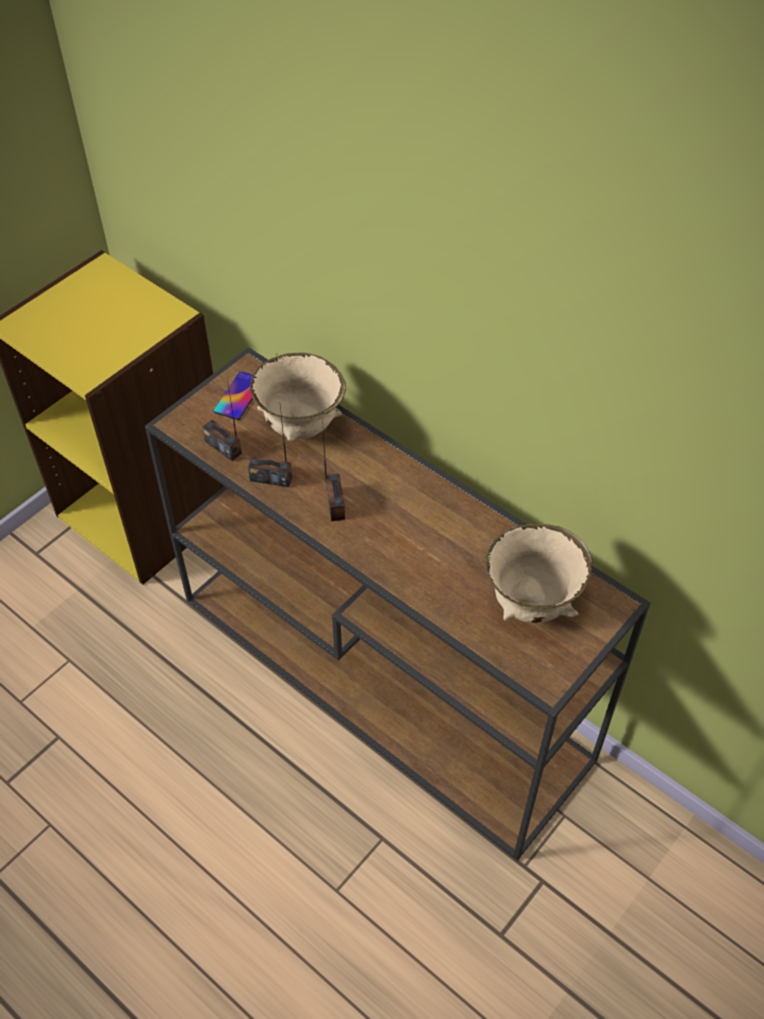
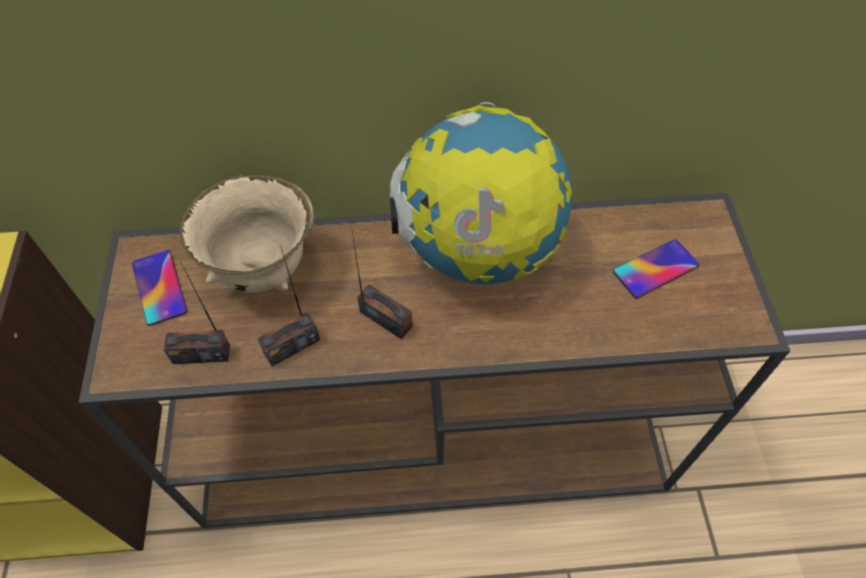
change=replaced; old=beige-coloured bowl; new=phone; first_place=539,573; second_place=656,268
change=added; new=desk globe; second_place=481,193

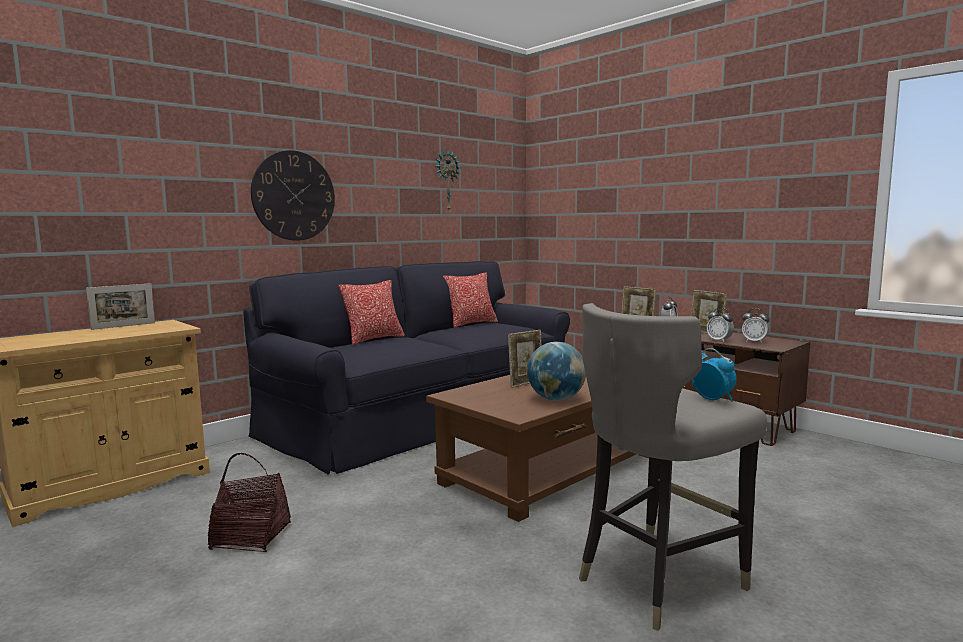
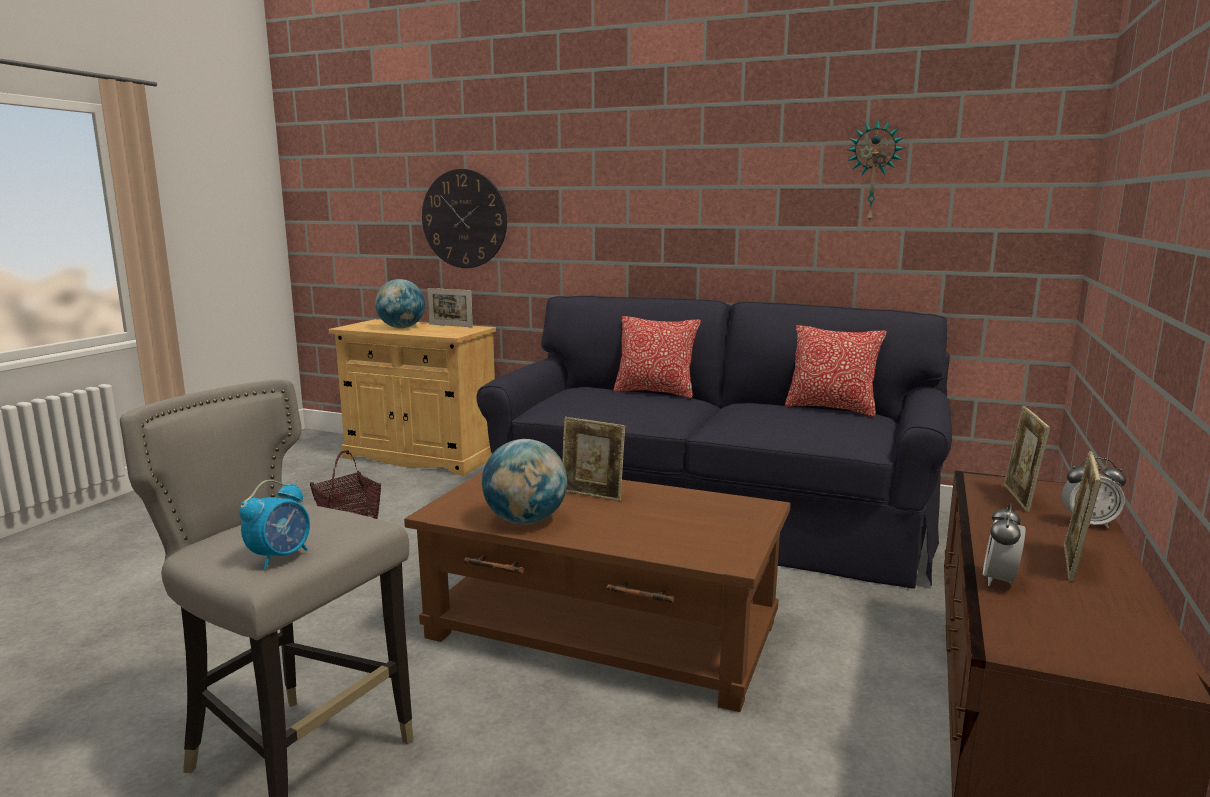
change=moved; old=wall clock; first_place=293,195; second_place=464,218
change=removed; old=table clock; first_place=756,326
change=added; new=desk globe; second_place=400,303

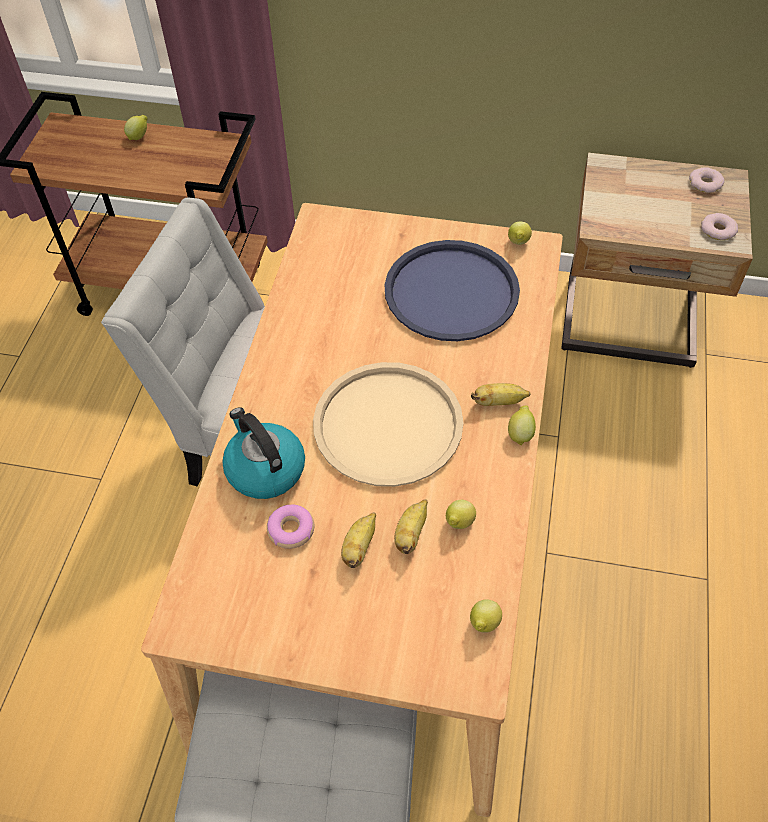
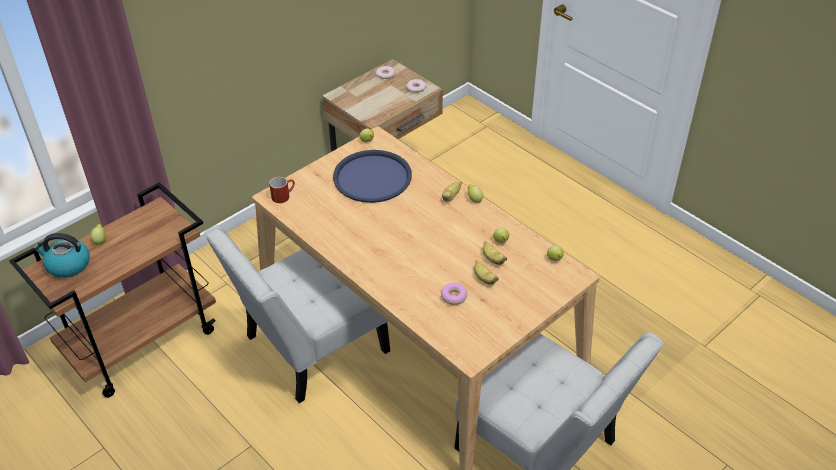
change=moved; old=tea kettle; first_place=263,453; second_place=61,255
change=removed; old=beige-coloured tray; first_place=388,424
change=added; new=red-coloured coffee mug; second_place=282,190

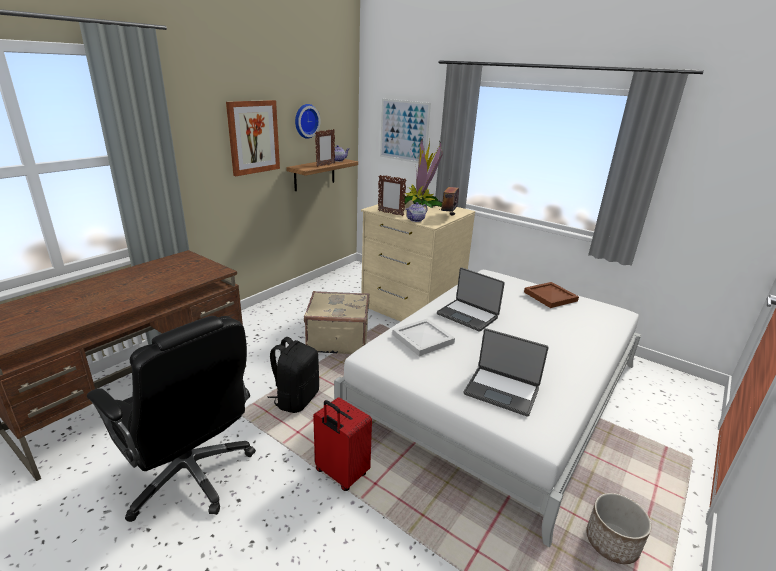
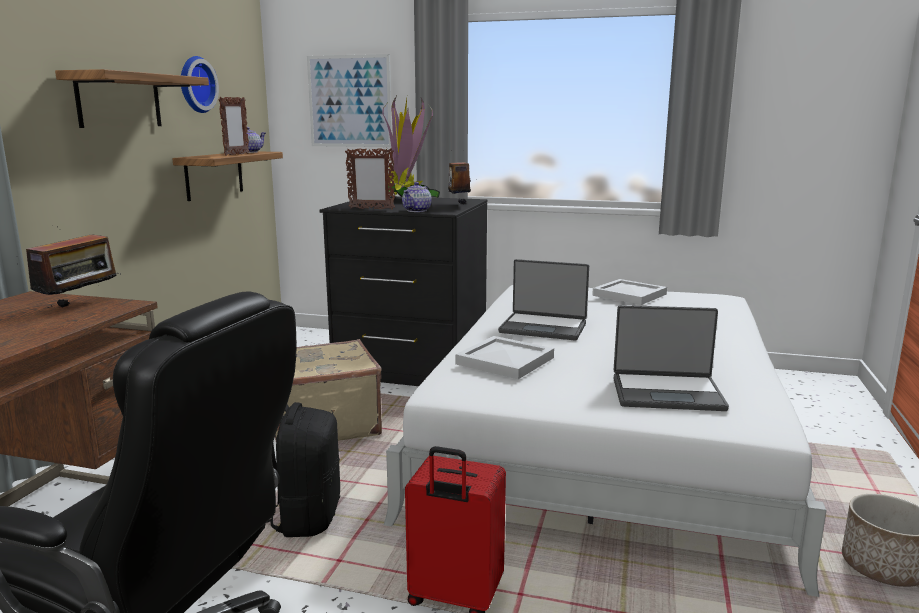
change=replaced; old=picture; new=shelf; first_place=253,138; second_place=132,98
change=recoloured; old=beige-coloured drawer chest; new=black drawer chest; first_place=418,258; second_place=403,291
change=recoloured; old=brownish tray; new=whitish tray; first_place=551,295; second_place=629,292
change=added; new=radio set; second_place=74,267

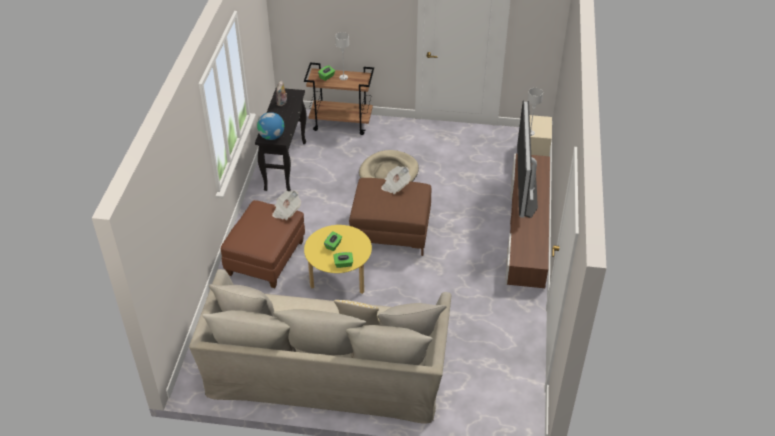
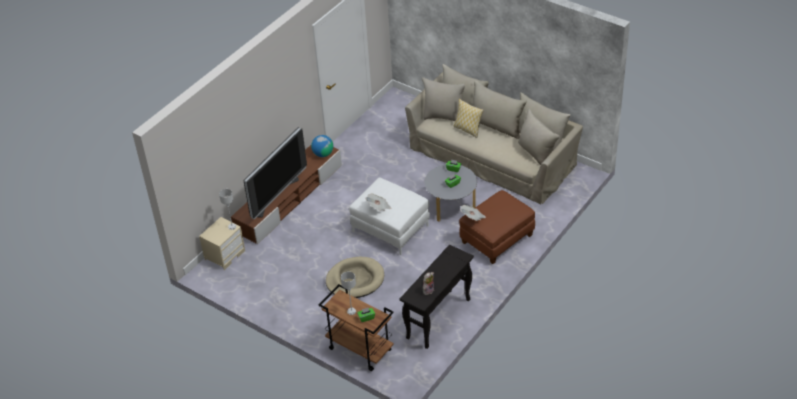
change=moved; old=desk globe; first_place=270,126; second_place=322,146
change=recoloured; old=yellow lounge table; new=greyish lounge table; first_place=338,259; second_place=451,192
change=recoloured; old=brownish footrest; new=whitish footrest; first_place=390,217; second_place=389,216

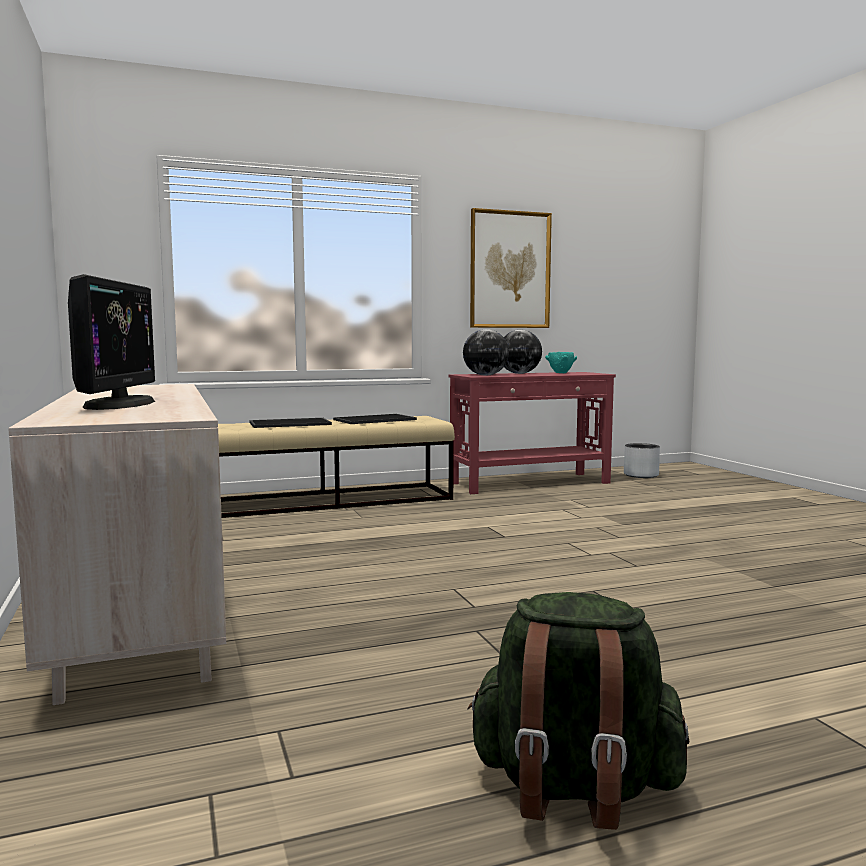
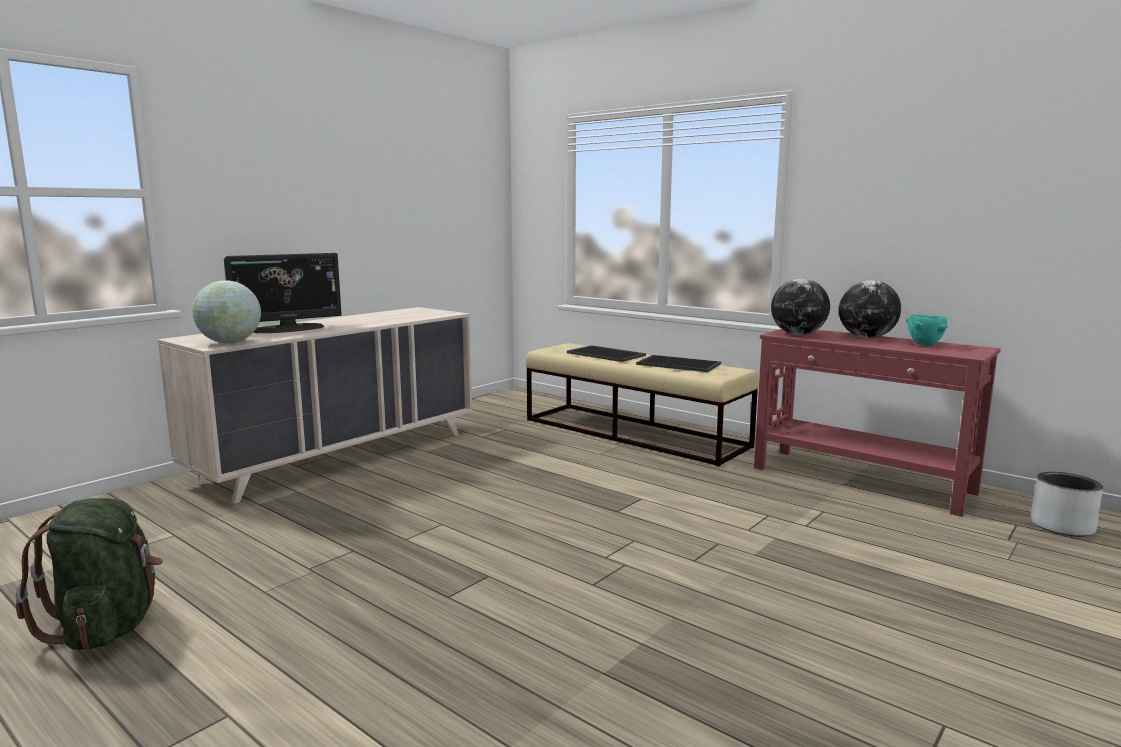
change=removed; old=picture; first_place=511,268
change=added; new=desk globe; second_place=226,311

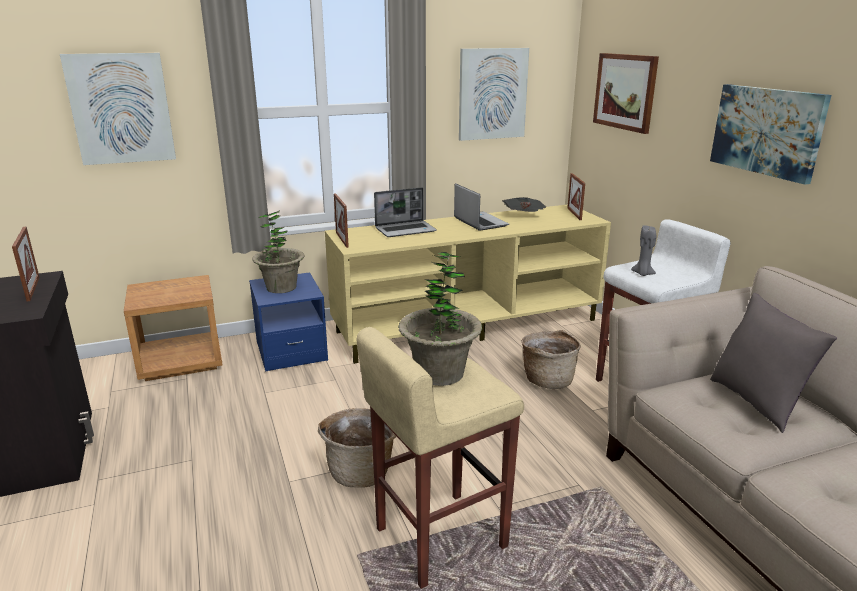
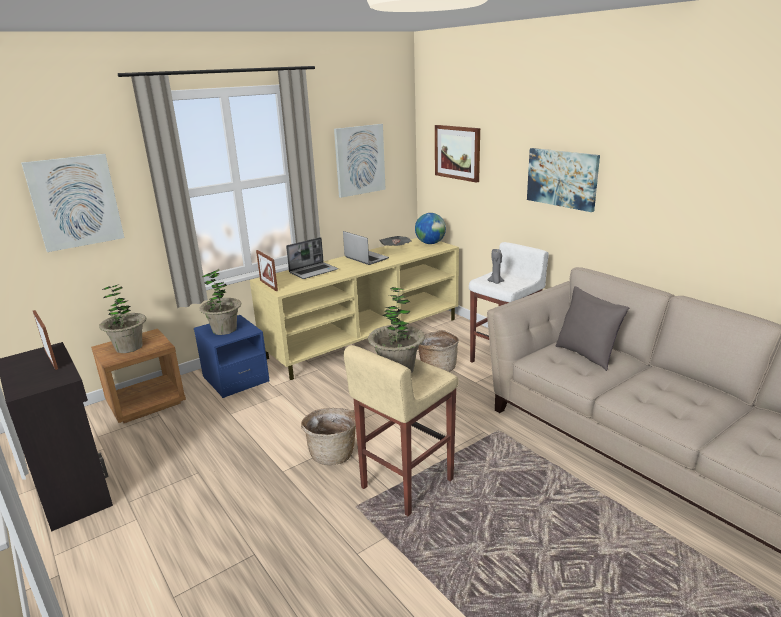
change=replaced; old=picture frame; new=desk globe; first_place=576,196; second_place=430,228
change=added; new=potted plant; second_place=122,318

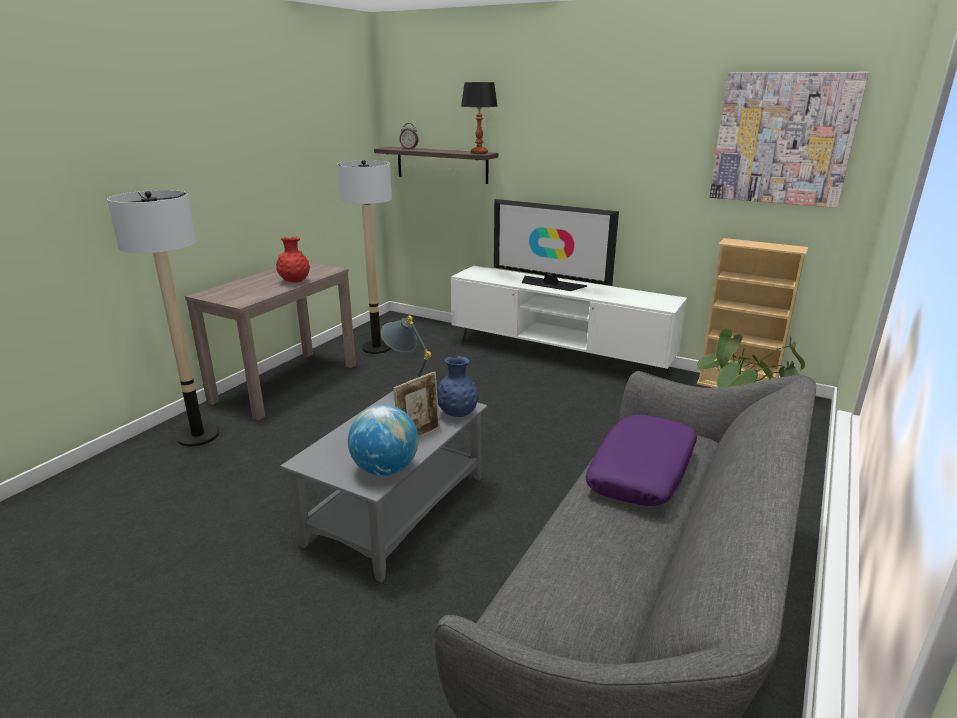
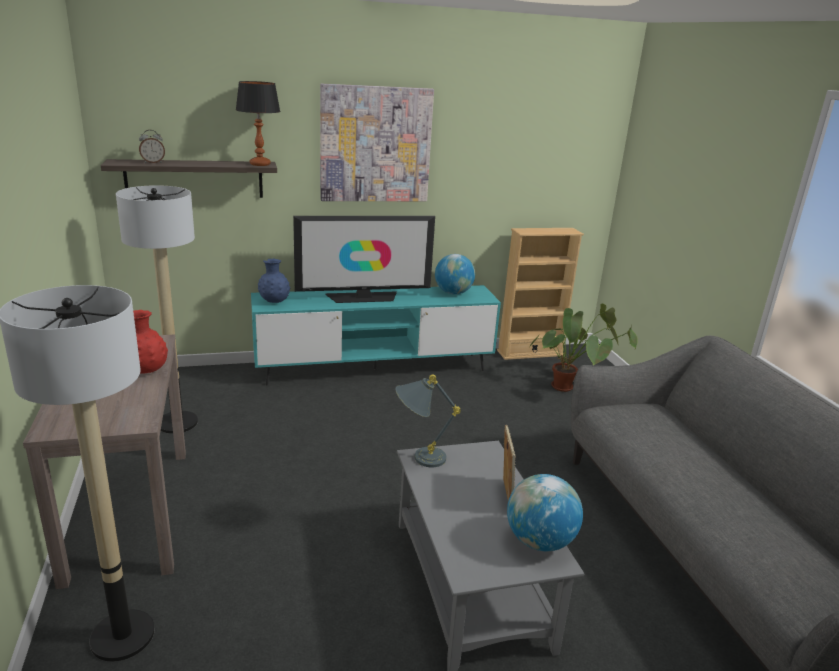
change=moved; old=bluish decorative vase; first_place=458,386; second_place=274,281
change=recoloured; old=whitish tv unit; new=blue-green tv unit; first_place=569,321; second_place=376,335
change=removed; old=purple pillow; first_place=641,460
change=moved; old=picture; first_place=789,140; second_place=377,142
change=added; new=desk globe; second_place=455,274

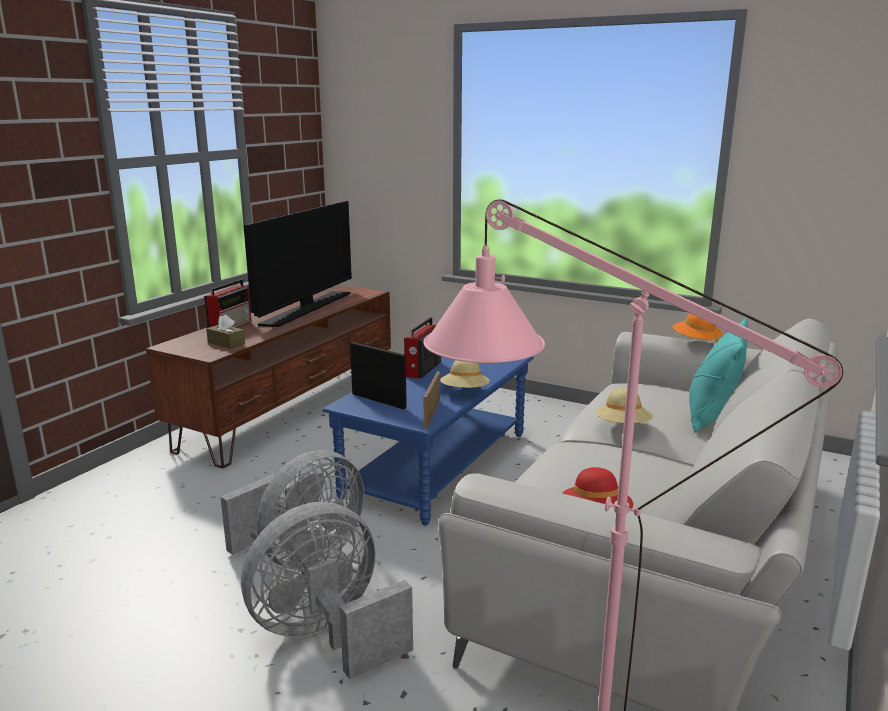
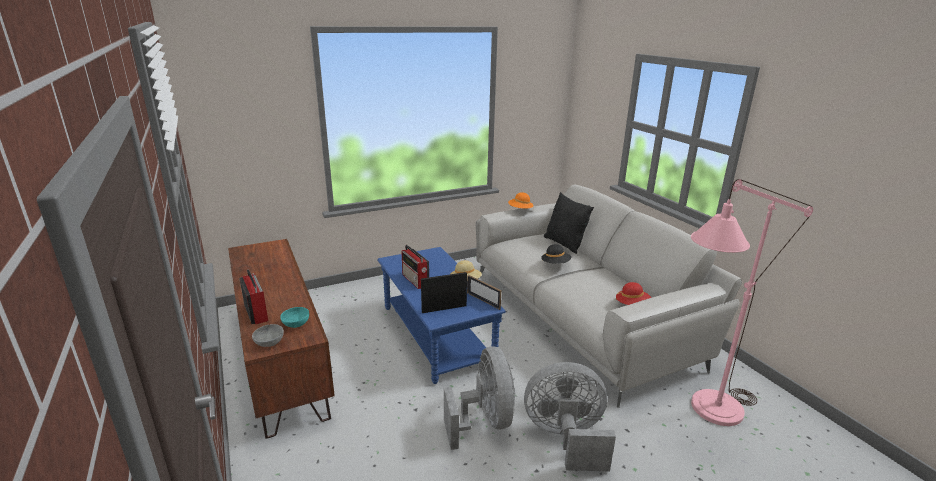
change=replaced; old=brownish tissue box; new=blue-green bowl; first_place=225,331; second_place=294,317
change=turned; old=greyish electric fan; first_place=327,590; second_place=570,416; degrees=90
change=removed; old=TV set; first_place=297,264
change=recoloured; old=beige-coloured hat; new=black hat; first_place=624,405; second_place=556,254
change=recoloured; old=blue-green pillow; new=black pillow; first_place=718,375; second_place=569,223
change=added; new=greyish bowl; second_place=268,335

